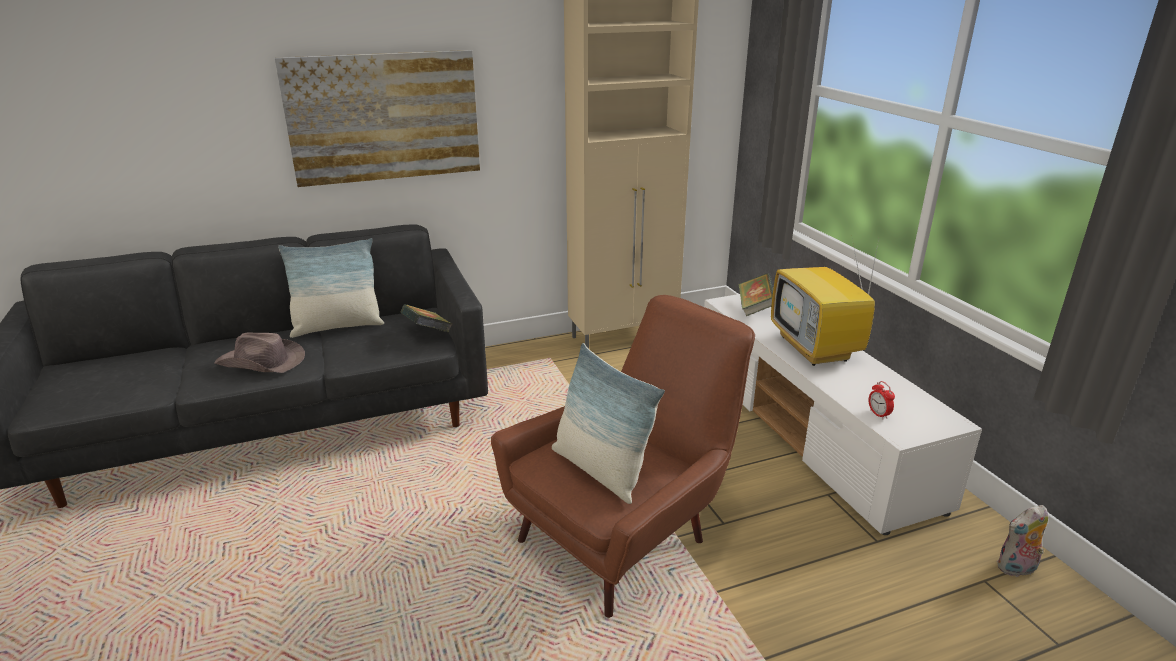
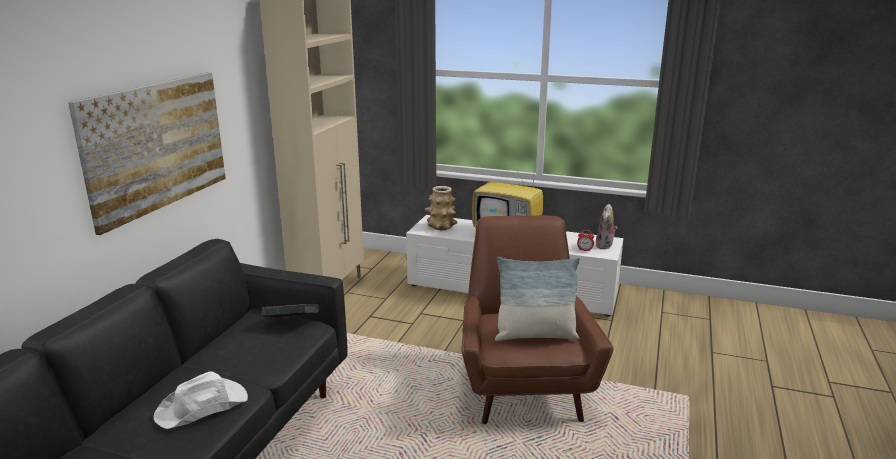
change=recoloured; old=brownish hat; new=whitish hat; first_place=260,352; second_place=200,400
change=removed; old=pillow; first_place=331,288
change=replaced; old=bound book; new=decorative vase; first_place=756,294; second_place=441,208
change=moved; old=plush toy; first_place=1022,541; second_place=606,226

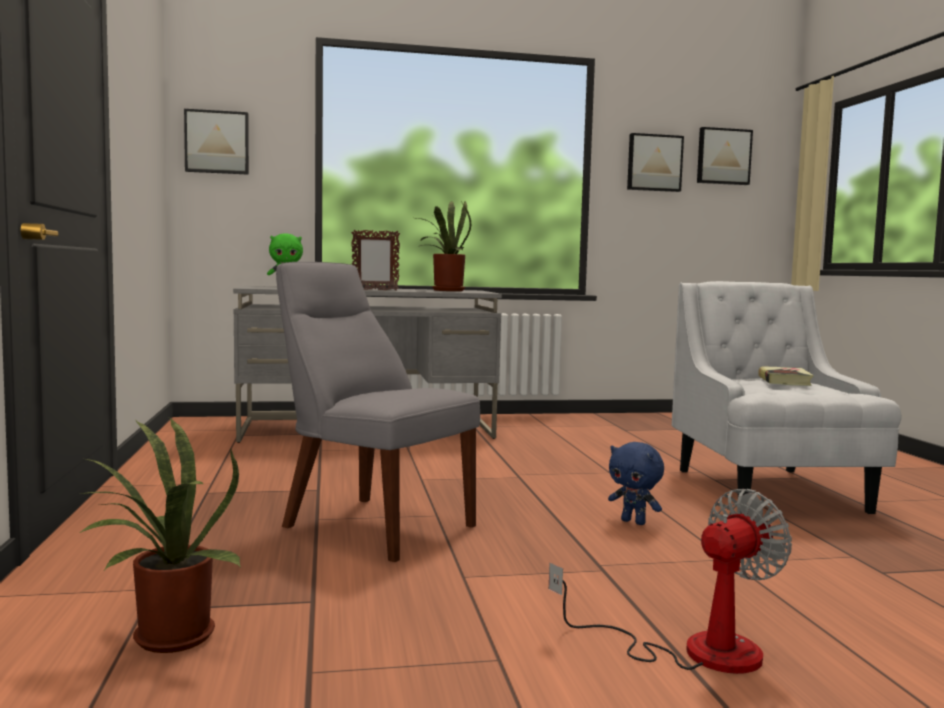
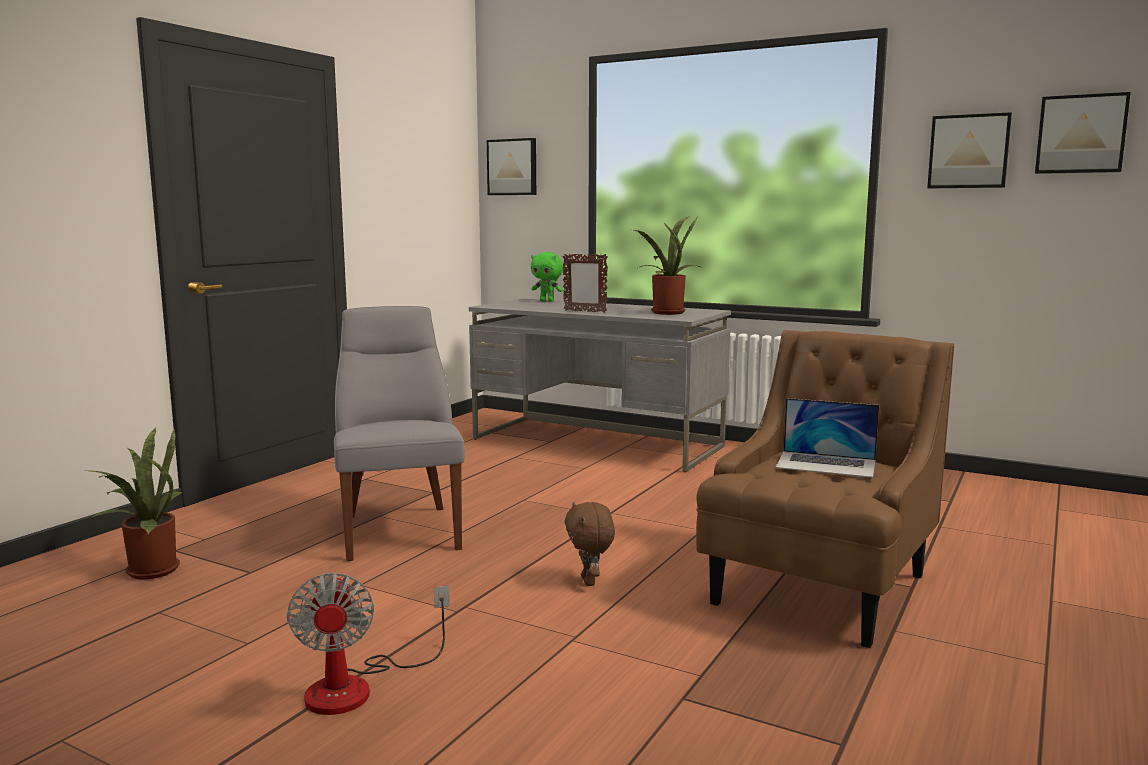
change=turned; old=electric fan; first_place=670,581; second_place=368,644; degrees=75
change=recoloured; old=bluish plush toy; new=brownish plush toy; first_place=636,483; second_place=590,544
change=recoloured; old=whitish easy chair; new=brownish easy chair; first_place=787,397; second_place=825,489
change=replaced; old=bound book; new=portable computer; first_place=786,376; second_place=827,438

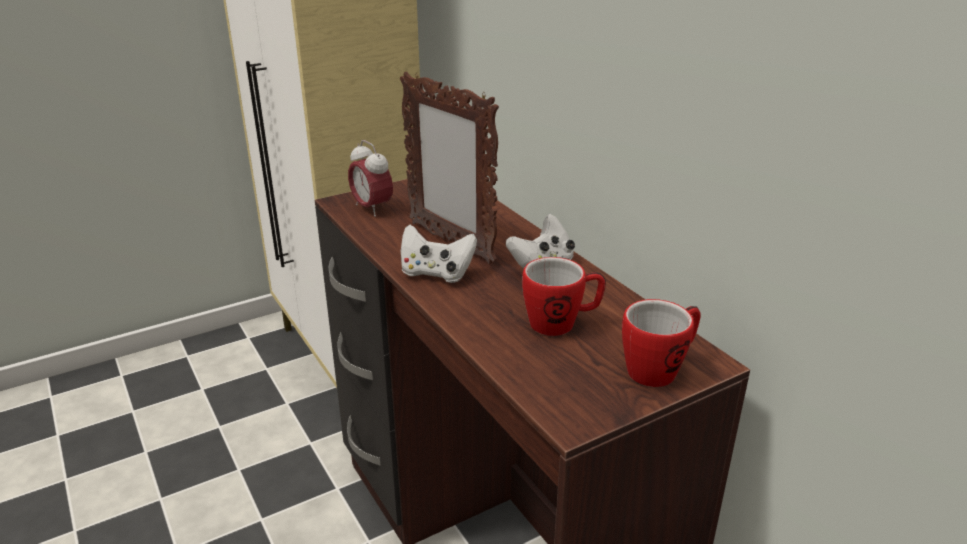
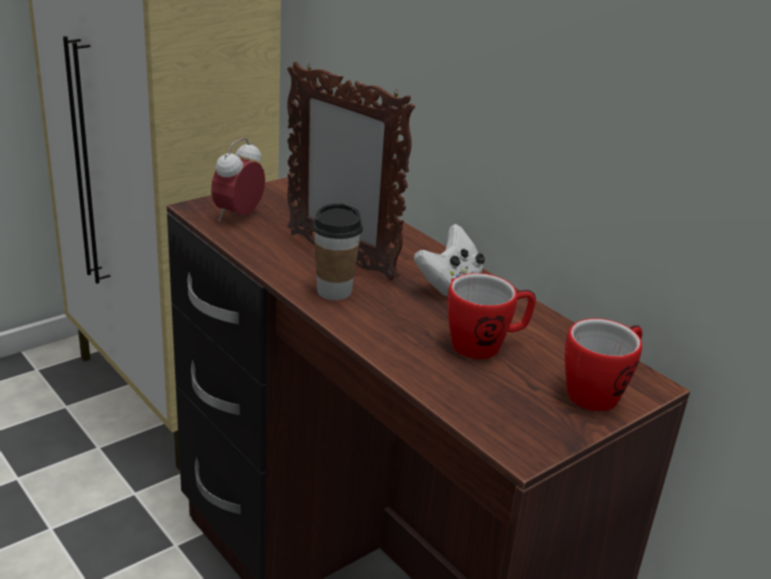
change=turned; old=table clock; first_place=370,178; second_place=238,179; degrees=75
change=replaced; old=whitish joypad; new=drinking cup; first_place=439,253; second_place=337,252

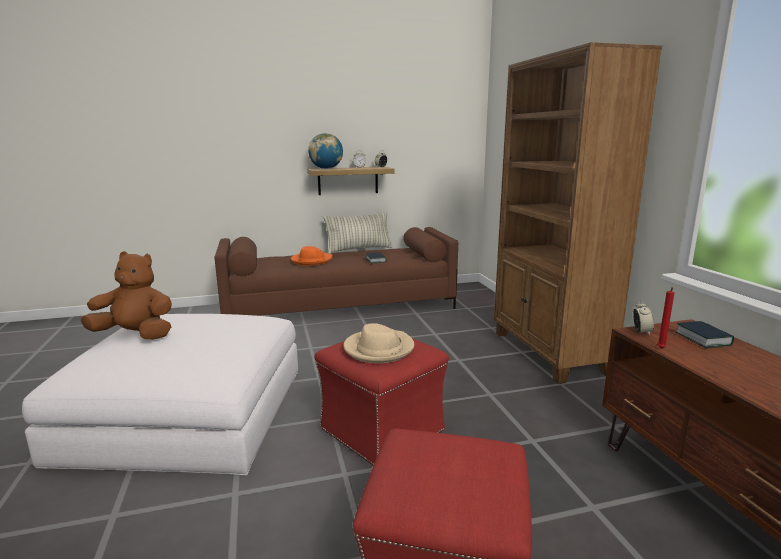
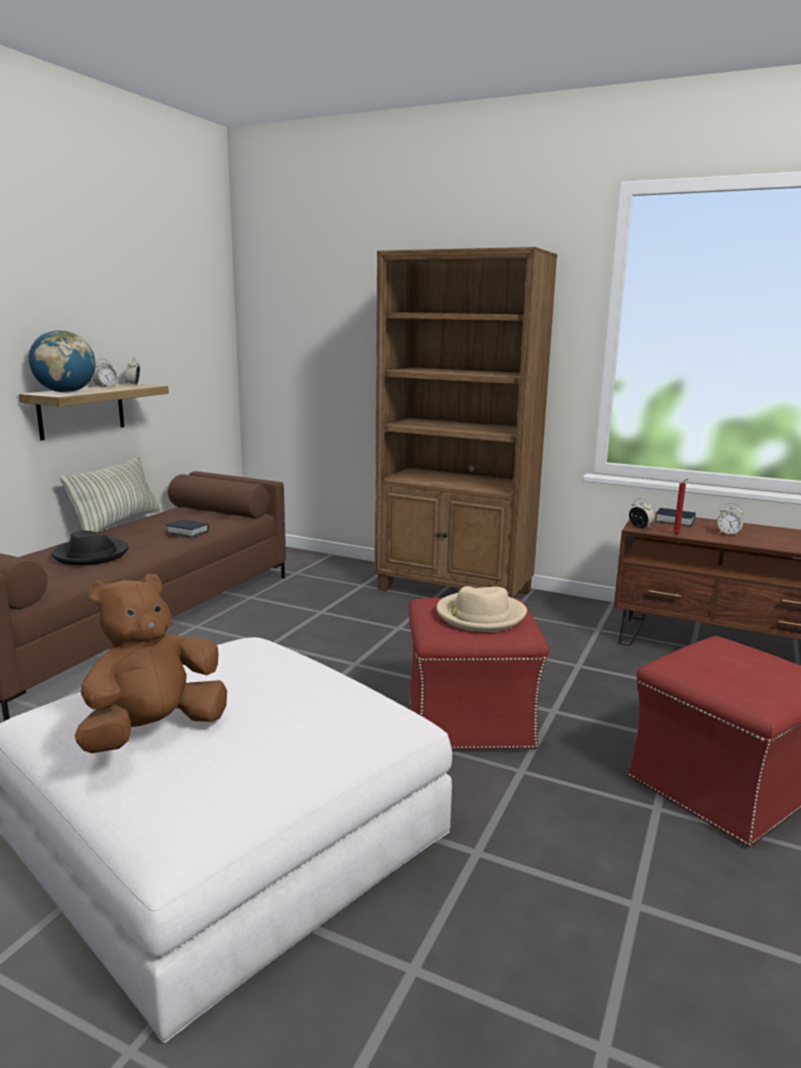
change=recoloured; old=orange hat; new=black hat; first_place=312,256; second_place=90,548
change=added; new=table clock; second_place=730,519

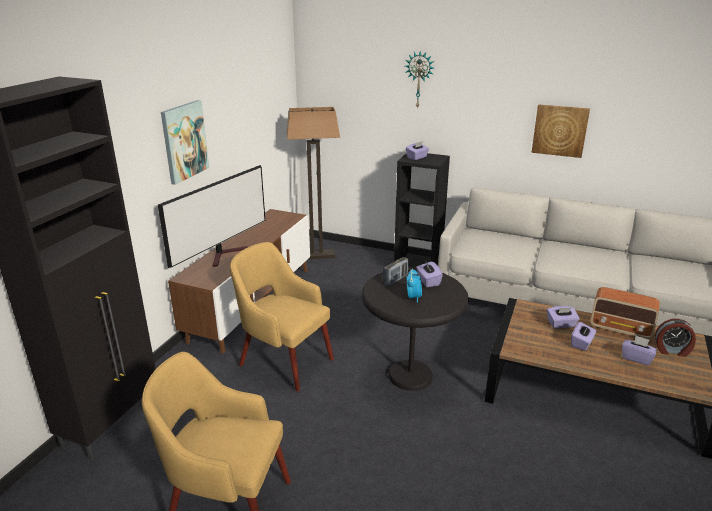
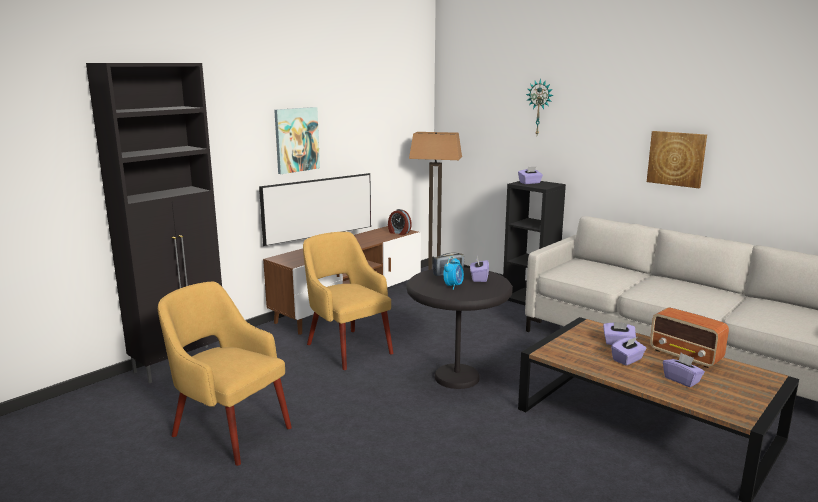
change=moved; old=table clock; first_place=675,338; second_place=400,222

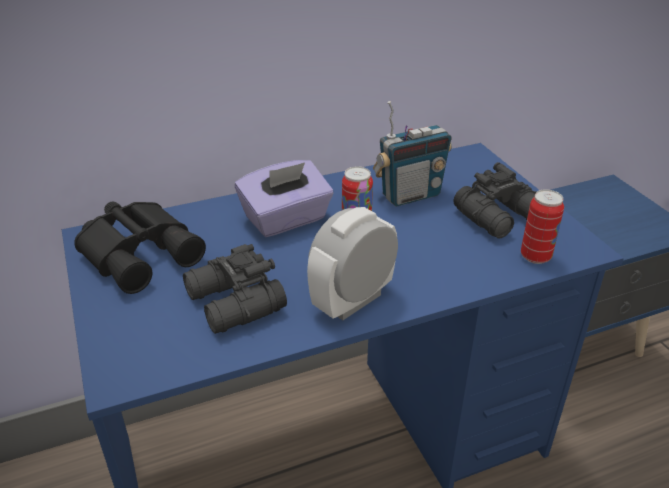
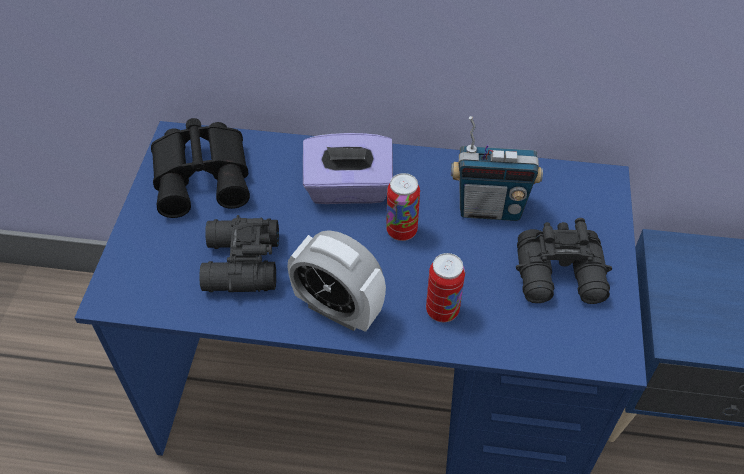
change=turned; old=table clock; first_place=352,263; second_place=337,281; degrees=-135
change=moved; old=can; first_place=542,226; second_place=445,287

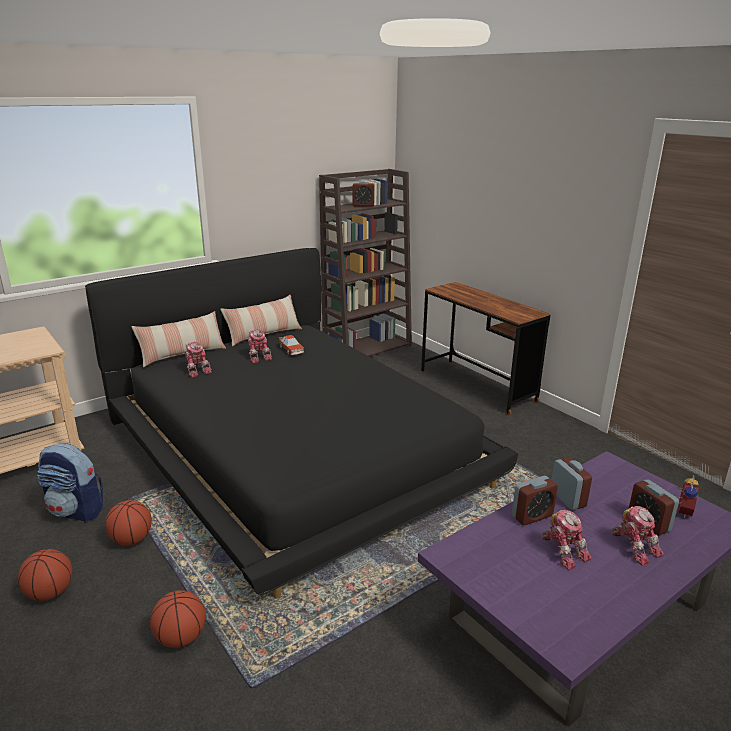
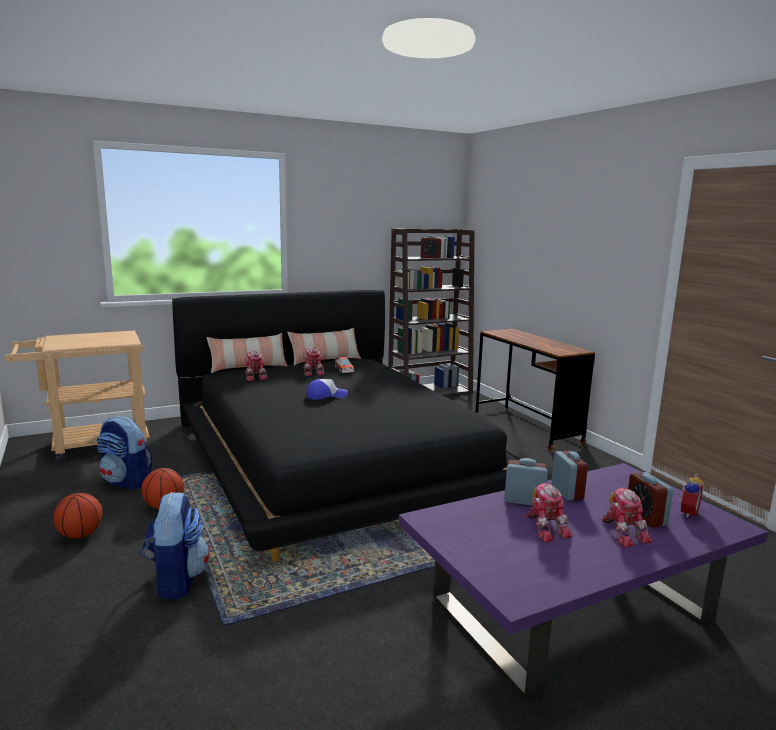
change=replaced; old=basketball ball; new=rucksack; first_place=178,619; second_place=175,546
change=turned; old=table clock; first_place=535,500; second_place=526,482; degrees=-150
change=added; new=baseball cap; second_place=327,389

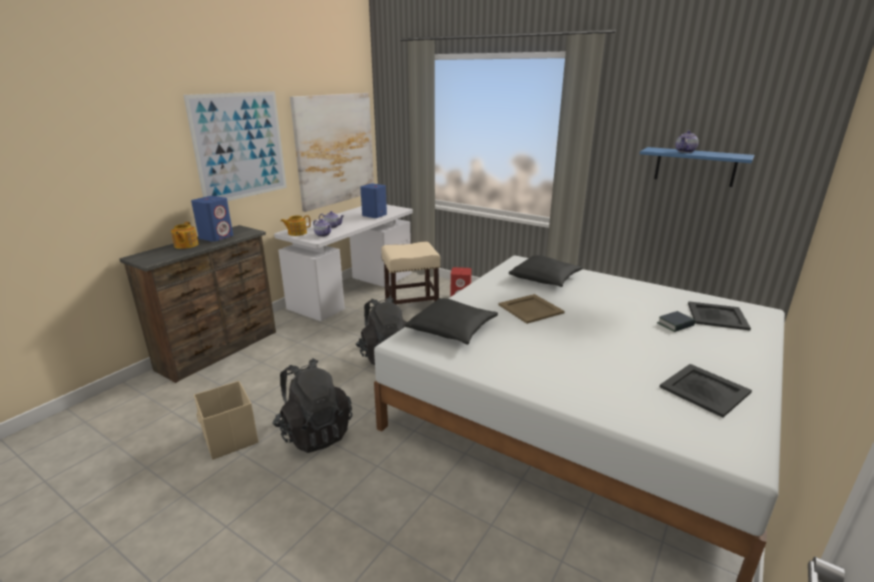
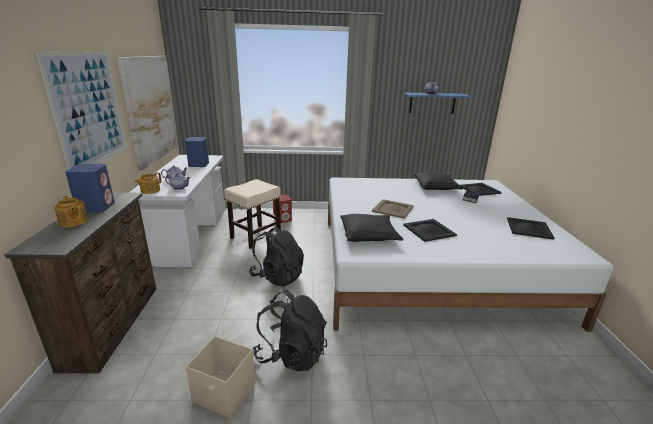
change=moved; old=black pillow; first_place=546,271; second_place=438,181
change=added; new=black tray; second_place=430,230

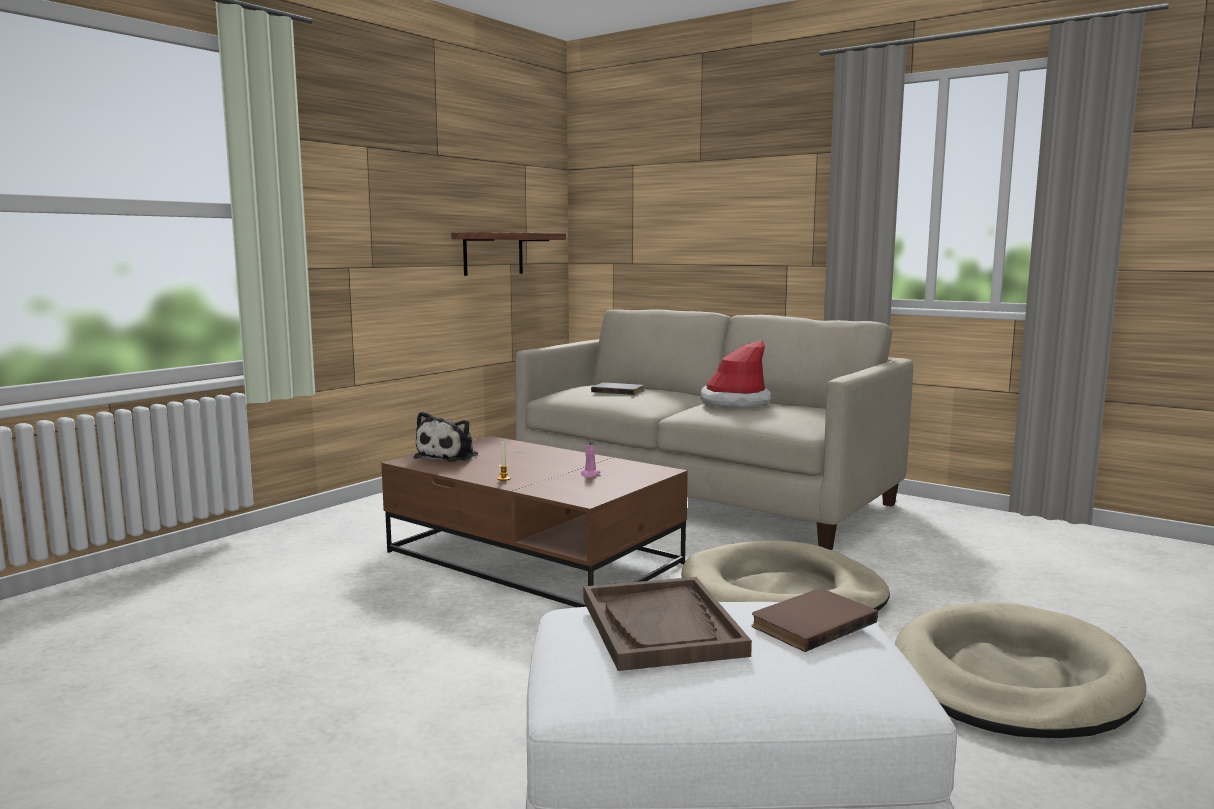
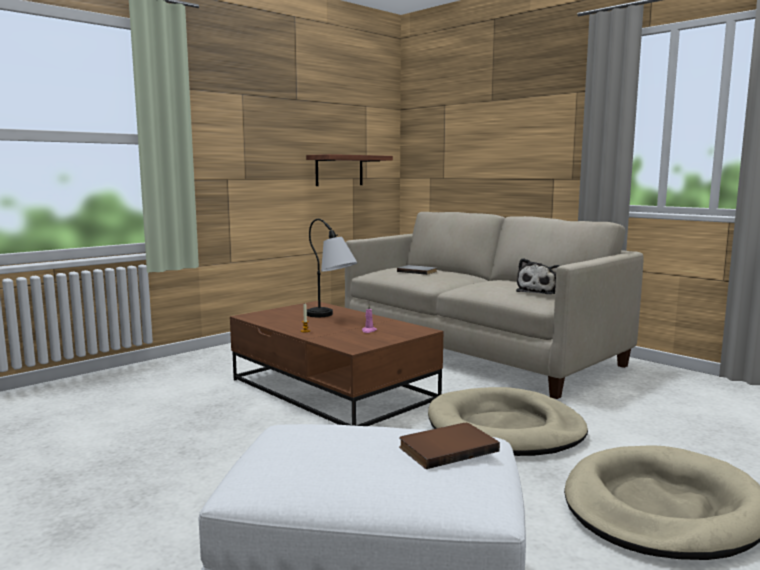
change=moved; old=plush toy; first_place=446,436; second_place=538,276
change=removed; old=brownish tray; first_place=668,624
change=removed; old=hat; first_place=736,374
change=added; new=lamp for a table; second_place=332,268

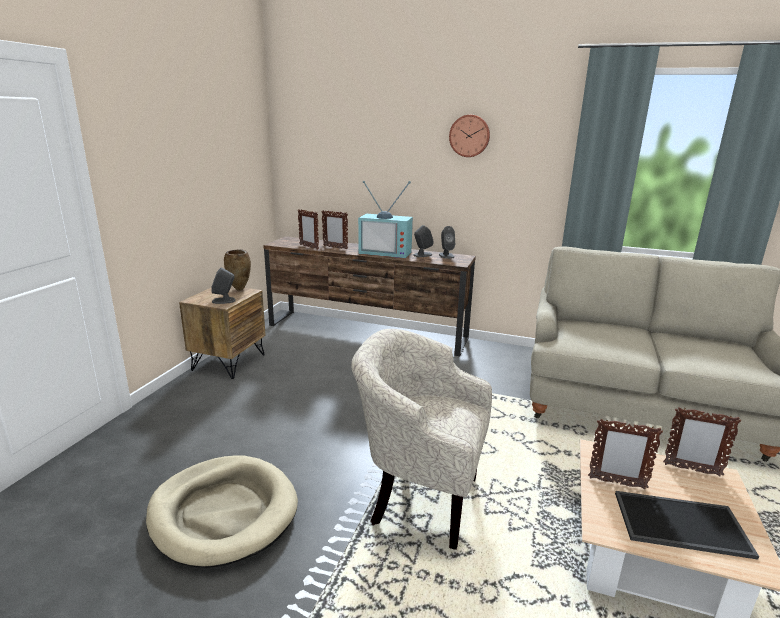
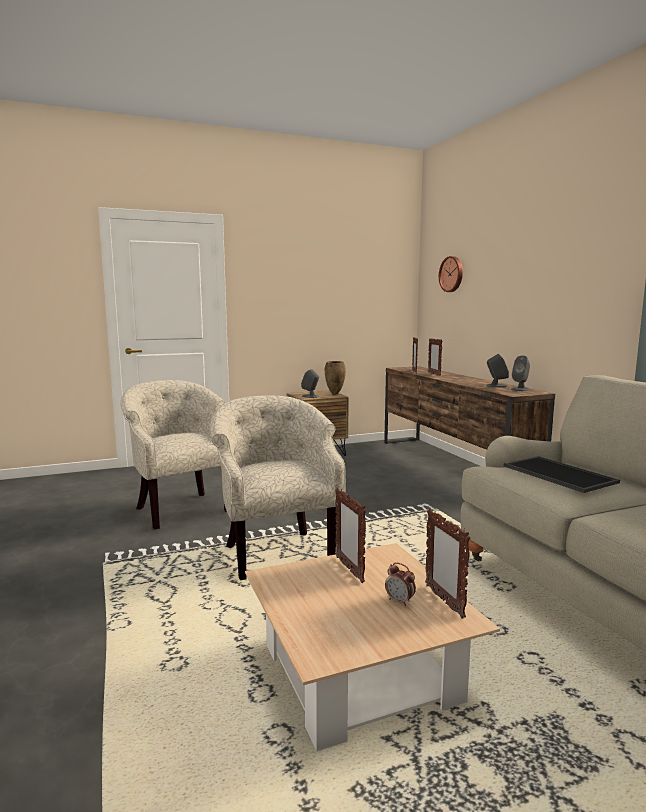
change=replaced; old=beige-coloured dog cushion; new=beige-coloured easy chair; first_place=222,511; second_place=173,455
change=removed; old=TV set; first_place=385,219
change=moved; old=wall clock; first_place=469,136; second_place=451,274
change=moved; old=tray; first_place=687,525; second_place=562,474
change=added; new=table clock; second_place=400,584

